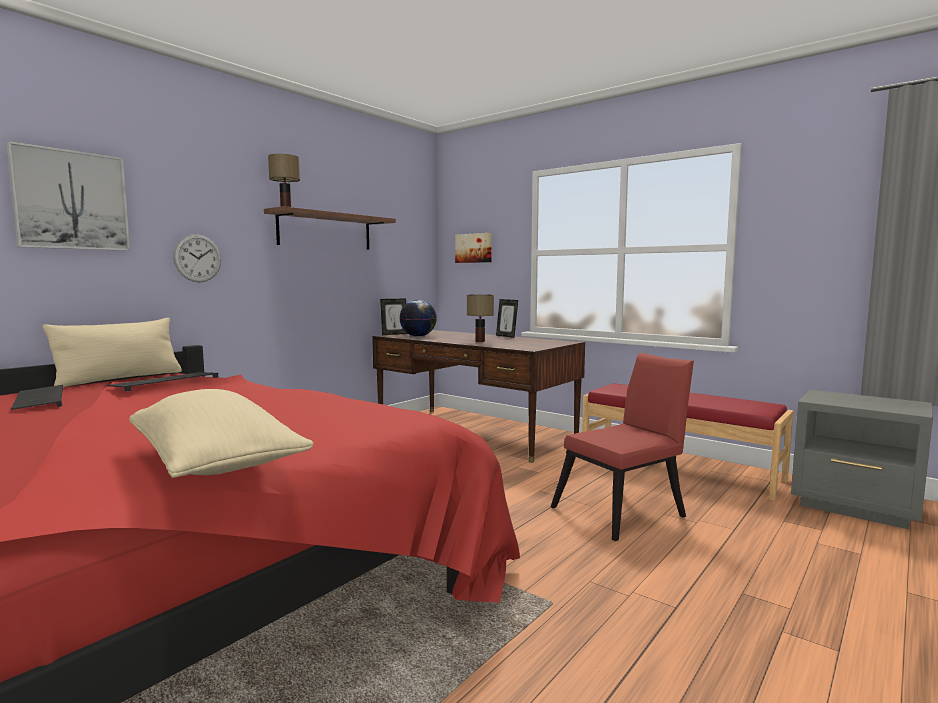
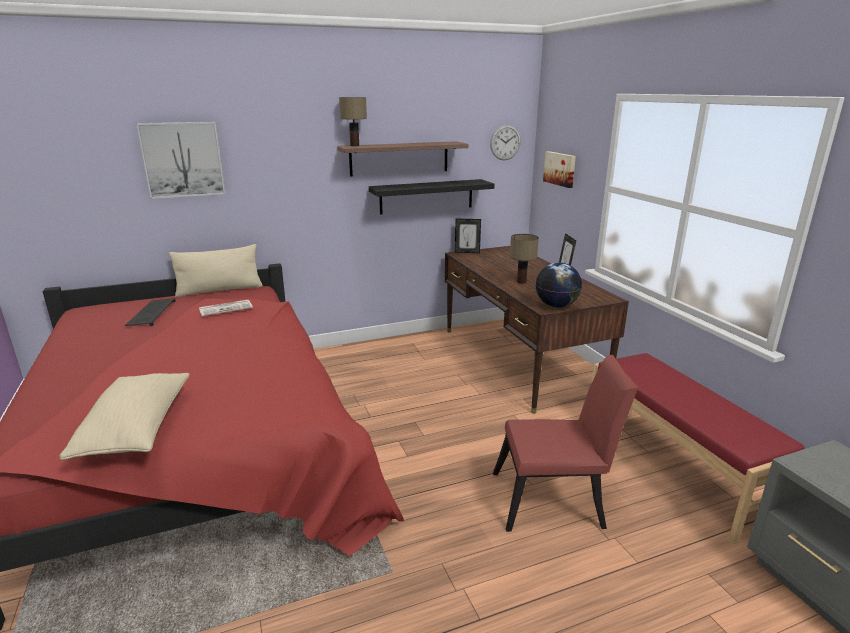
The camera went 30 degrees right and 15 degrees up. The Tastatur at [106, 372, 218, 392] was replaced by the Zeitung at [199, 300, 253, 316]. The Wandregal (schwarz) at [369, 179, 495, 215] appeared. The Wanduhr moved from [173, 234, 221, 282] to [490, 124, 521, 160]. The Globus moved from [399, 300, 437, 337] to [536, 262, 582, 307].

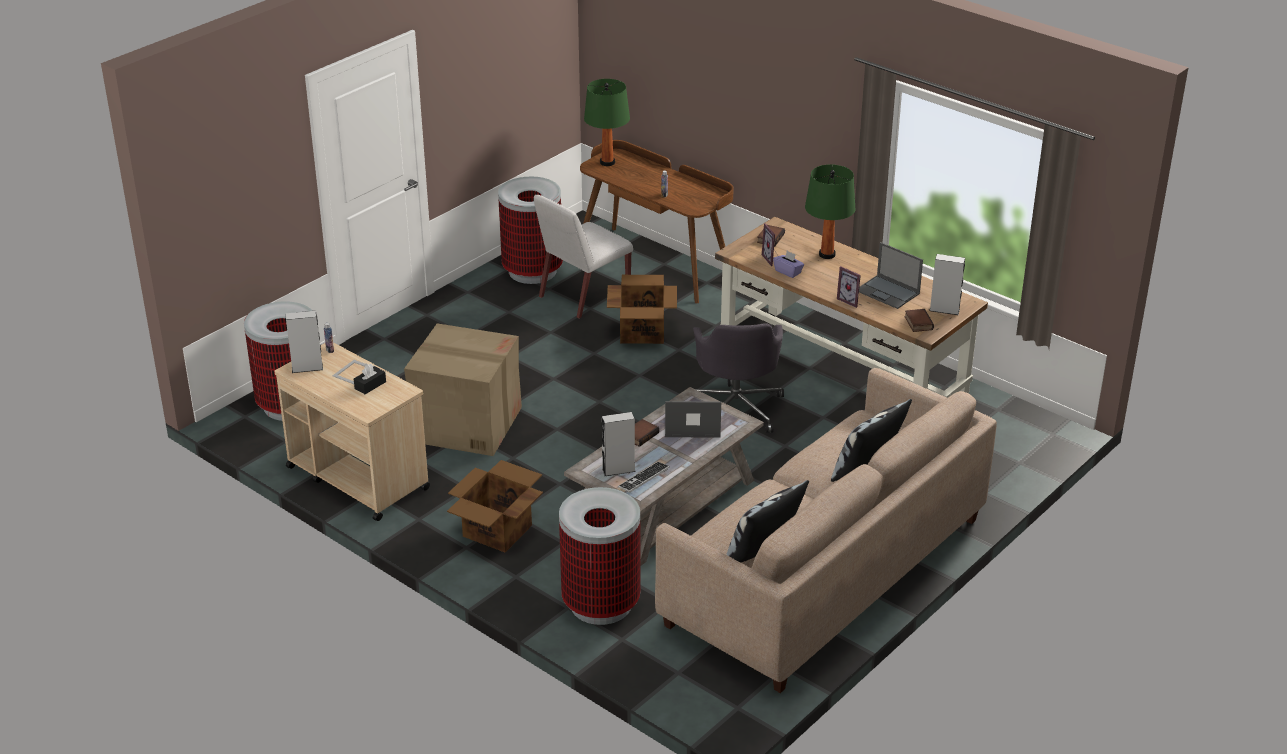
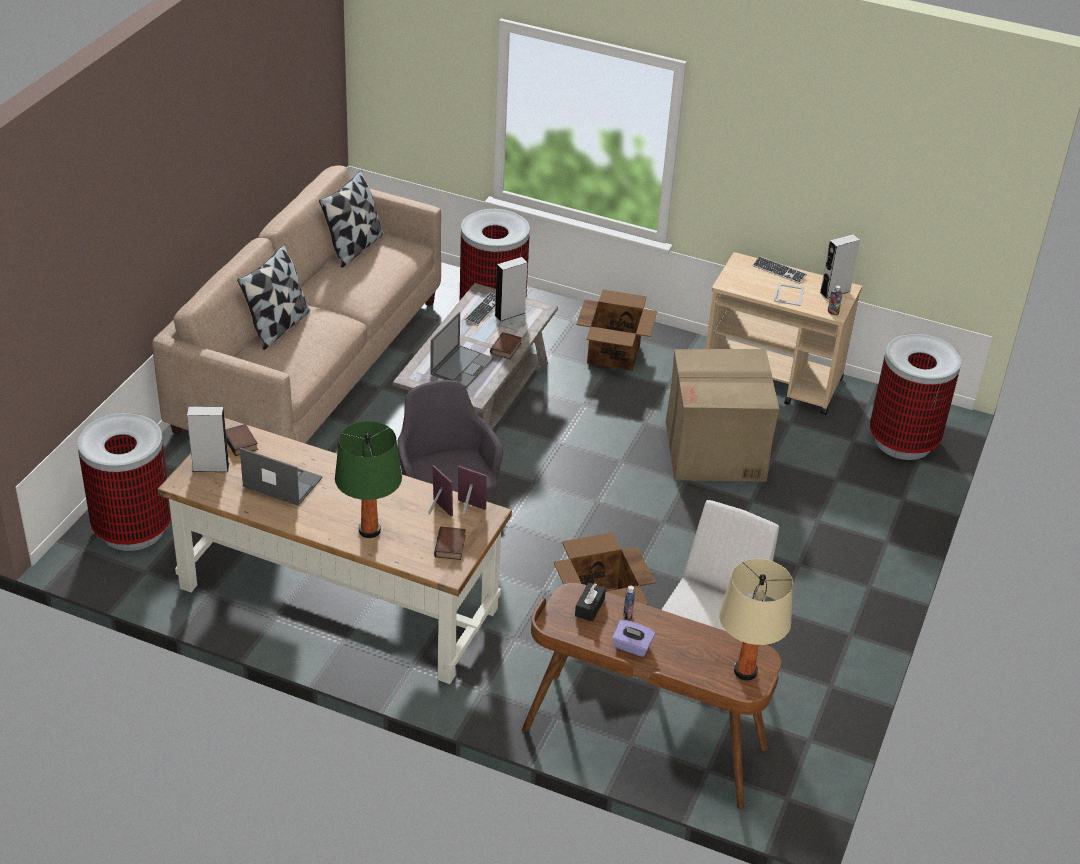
The camera went 160 degrees right and 5 degrees up. The Mülleimer moved from [498, 177, 563, 284] to [77, 413, 171, 551]. The Laptop at [665, 401, 721, 438] turned 45 degrees counterclockwise. The Bilderrahmen moved from [837, 266, 861, 308] to [458, 466, 487, 515]. The Taschentuchbox (schwarz) moved from [354, 364, 386, 394] to [575, 583, 606, 622]. The Taschentuchbox (lila) moved from [773, 251, 804, 278] to [612, 620, 655, 657]. The Tischlampe (grün) at [584, 79, 630, 166] became the Tischlampe (beige) at [719, 559, 793, 680]. The Tastatur at [752, 256, 807, 284] appeared.

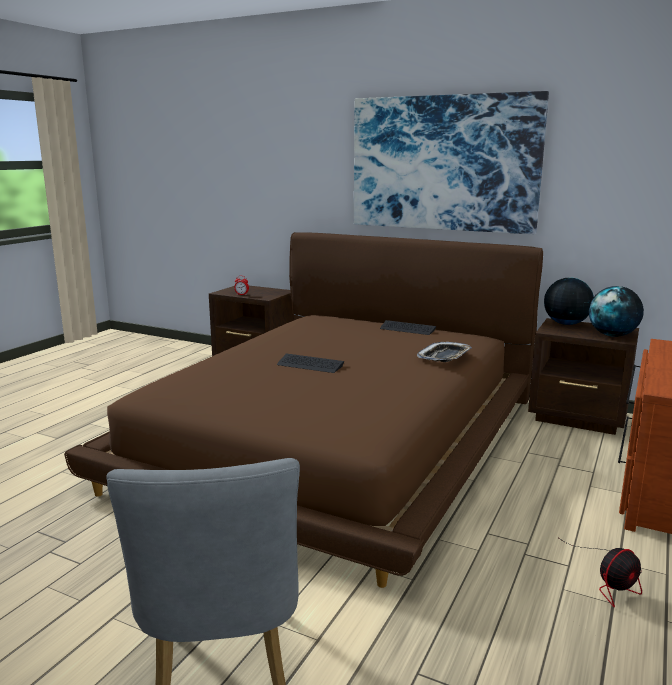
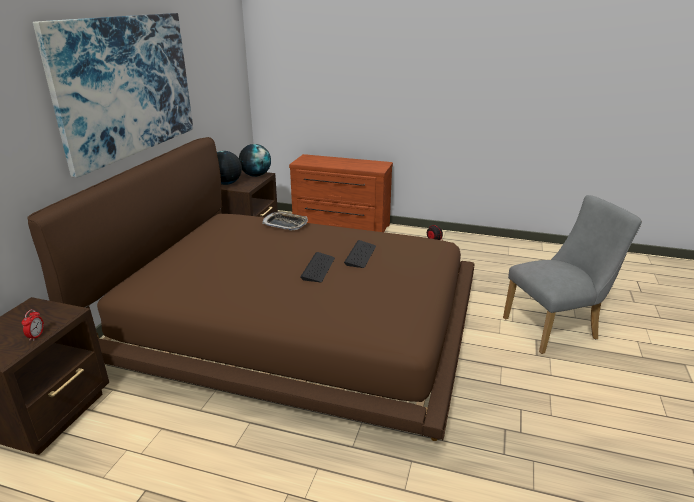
The camera went 100 degrees left and 10 degrees up. The Tastatur moved from [380, 320, 436, 335] to [344, 240, 376, 268].

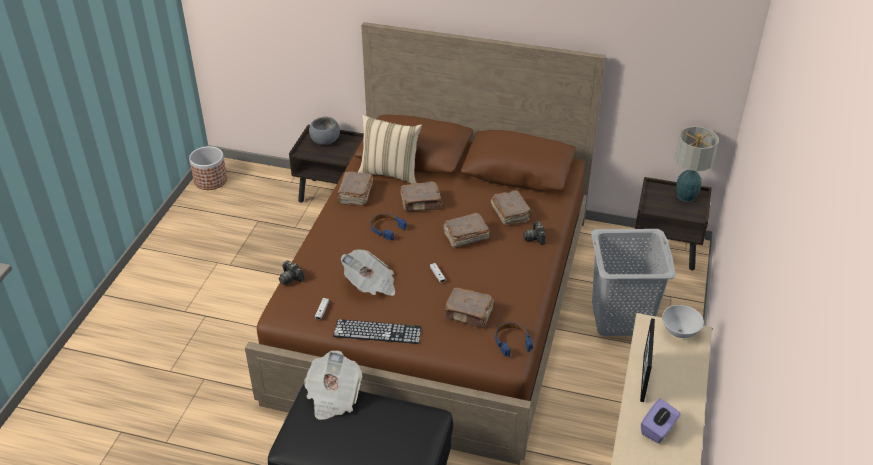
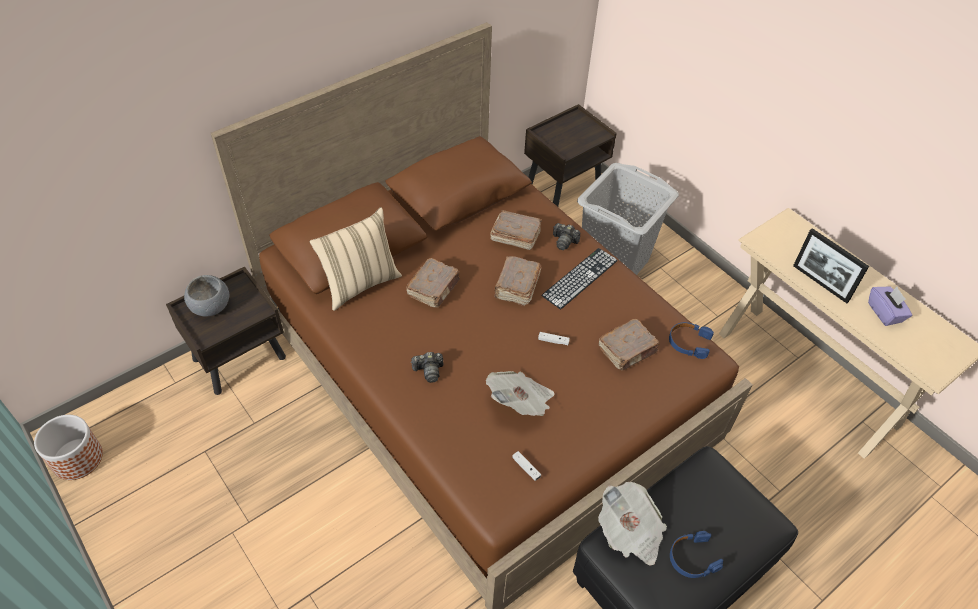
The camera went 55 degrees left and 10 degrees up. The Kamera moved from [279, 260, 304, 285] to [410, 352, 443, 383]. The Tastatur moved from [333, 319, 422, 344] to [541, 248, 618, 310]. The Kopfhörer (blau) moved from [371, 213, 407, 240] to [670, 531, 723, 578]. The Buch (braun) at [337, 171, 373, 207] disappeared. The Schüssel (weiß) at [662, 305, 704, 338] disappeared. The Tischlampe at [675, 126, 719, 202] disappeared.

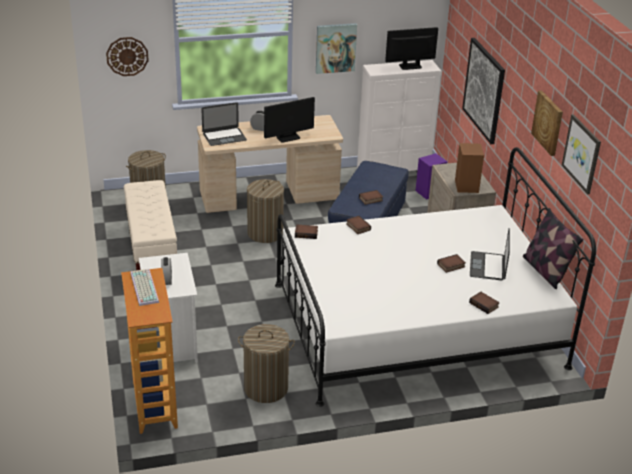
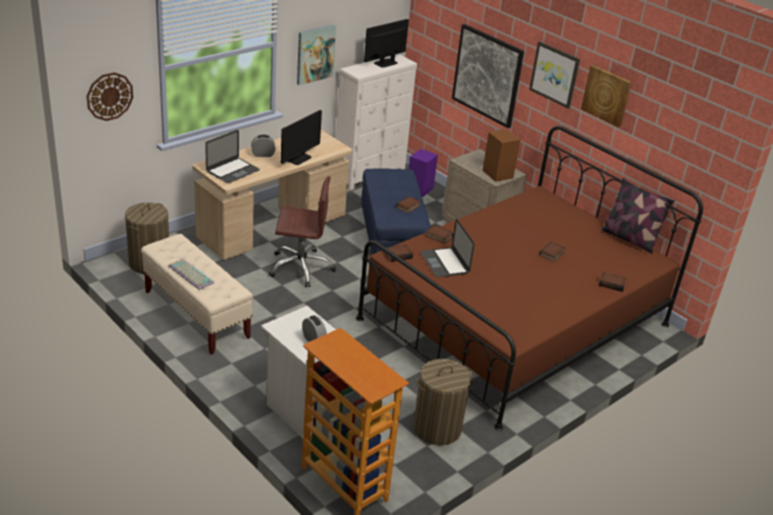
The camera went 30 degrees left and 0 degrees up. The Tastatur moved from [130, 269, 159, 306] to [168, 258, 214, 290]. The Wäschekorb at [247, 179, 284, 243] was replaced by the Bürostuhl (braun) at [269, 176, 336, 287]. The Bett (weiß) at [275, 147, 596, 407] became the Bett (braun) at [356, 126, 703, 431]. The Laptop moved from [470, 229, 510, 281] to [420, 219, 475, 277]. The Bild moved from [562, 114, 601, 194] to [529, 41, 580, 109].

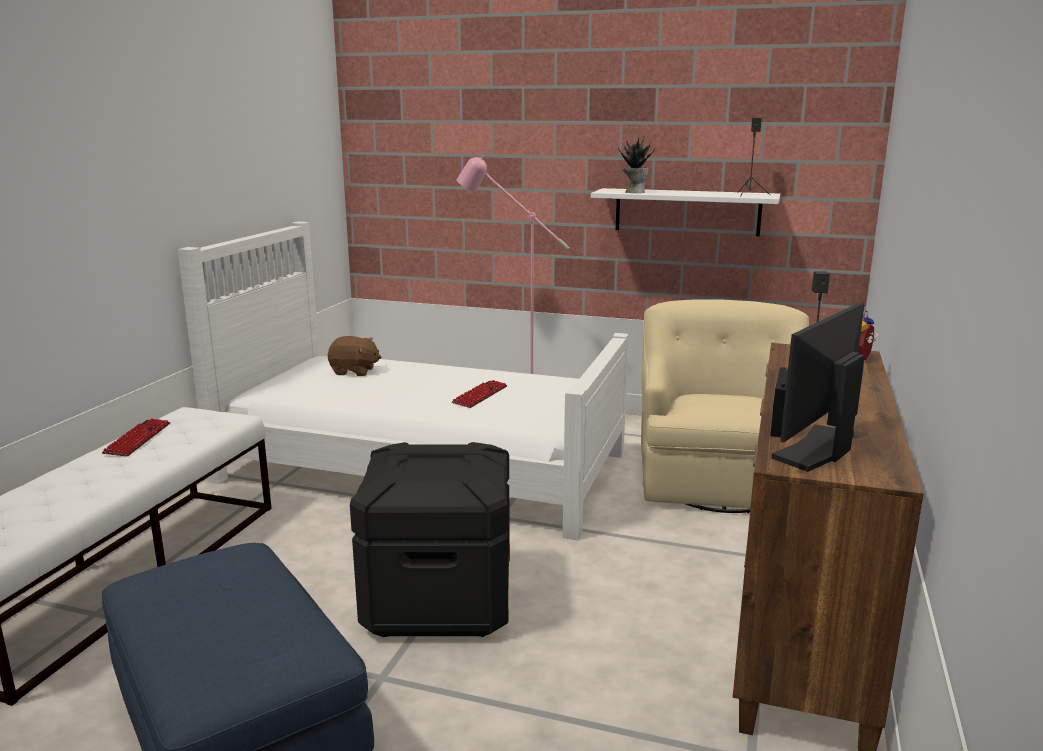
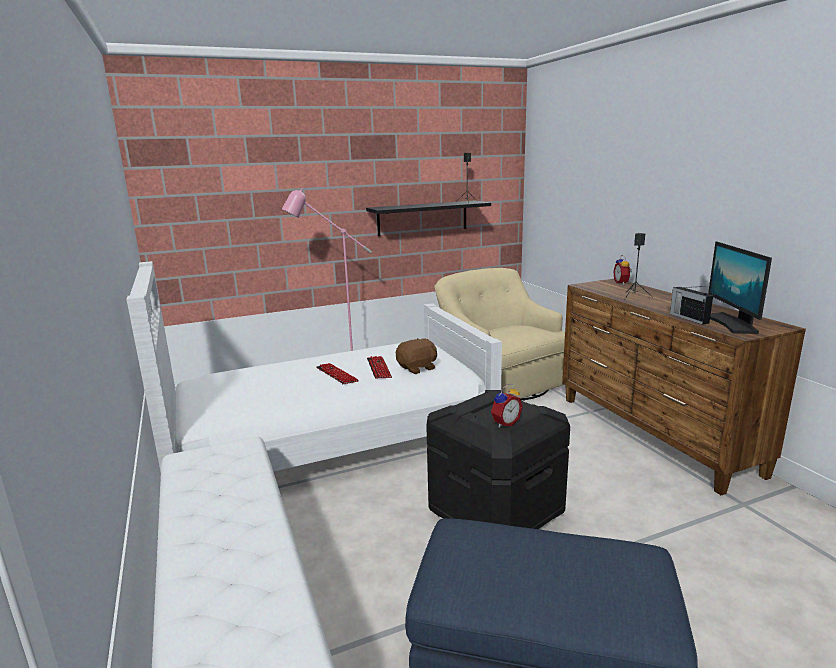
The camera went 40 degrees left and 0 degrees up. The Tastatur moved from [102, 418, 170, 456] to [316, 363, 359, 384]. The Wandregal (weiß) at [591, 188, 780, 236] became the Wandregal (schwarz) at [366, 201, 491, 236]. The Plüschtier (braun) moved from [328, 336, 381, 376] to [396, 338, 437, 374]. The Wecker at [491, 384, 523, 428] appeared. The Topfpflanze at [618, 137, 655, 193] disappeared.

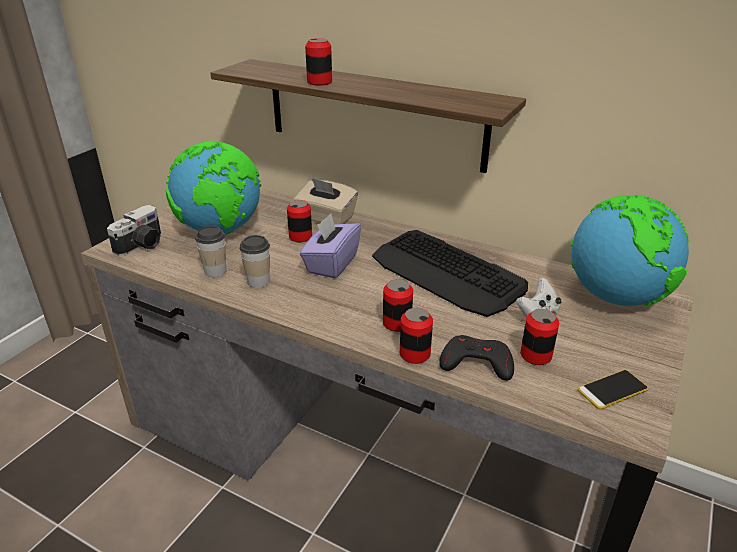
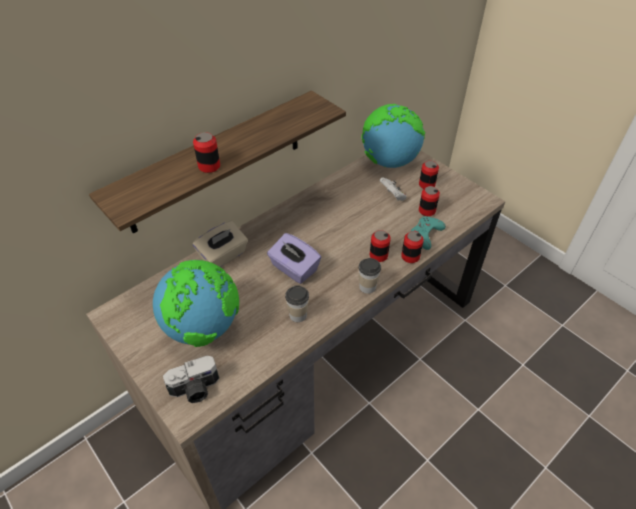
The camera went 70 degrees left and 15 degrees up. The Kamera at [107, 205, 161, 256] turned 105 degrees clockwise. The Tasse moved from [195, 226, 226, 277] to [359, 258, 381, 294]. The Gamepad (schwarz) at [439, 335, 514, 380] became the Gamepad (türkis) at [411, 216, 446, 250]. The Dose moved from [287, 200, 312, 242] to [419, 161, 439, 189]. The Tastatur at [372, 230, 528, 317] disappeared. The Handy at [578, 370, 649, 410] disappeared.

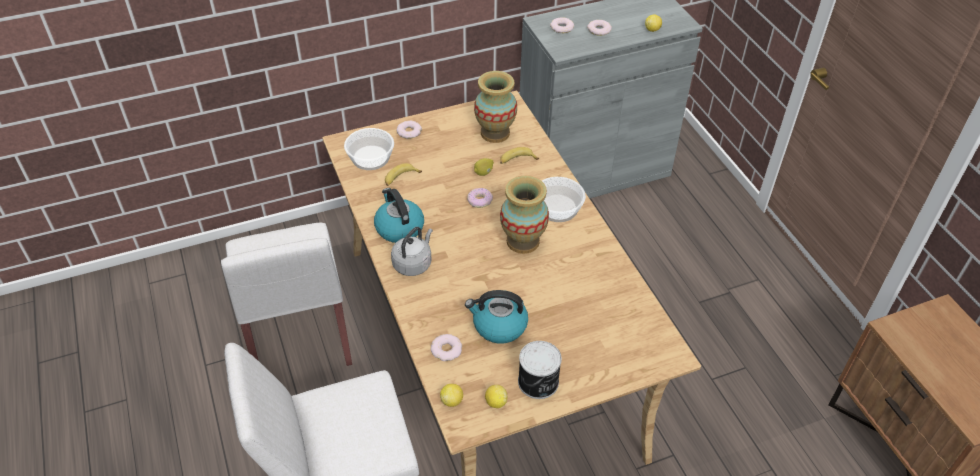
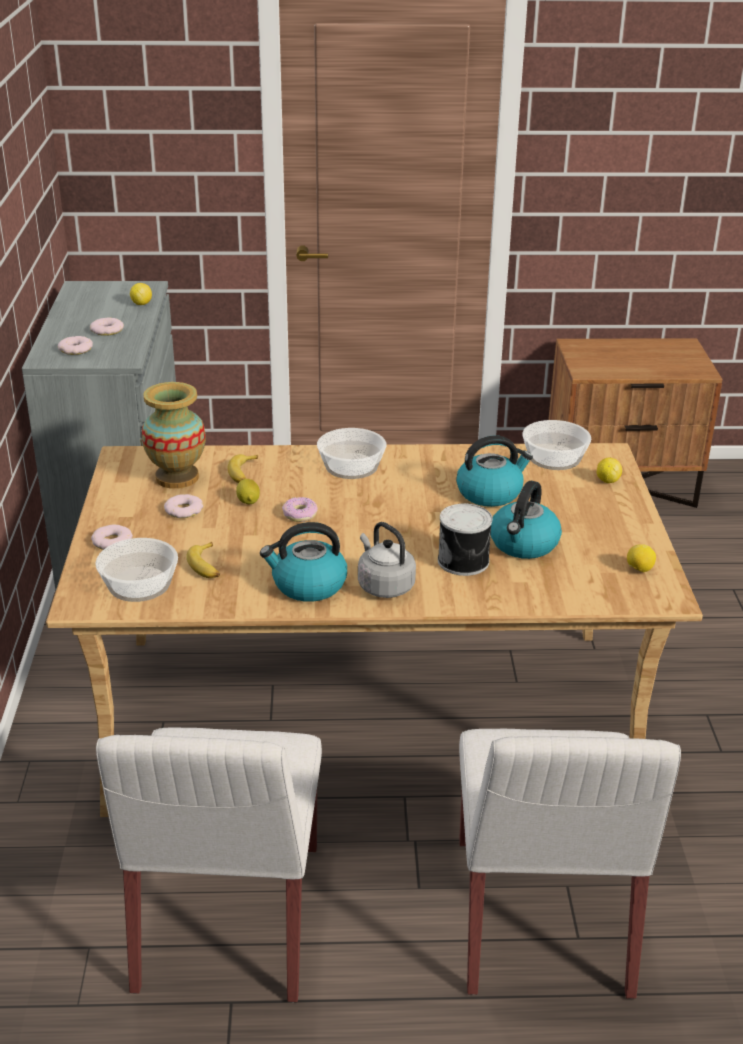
The camera went 70 degrees left and 15 degrees down. The Stuhl (weiß) at [221, 223, 352, 366] turned 90 degrees clockwise. The Donut moved from [430, 334, 462, 361] to [164, 494, 203, 518]. The Dose moved from [518, 341, 562, 399] to [438, 504, 493, 576]. The Wasserkessel at [456, 435, 533, 507] appeared. The Schüssel at [522, 420, 591, 470] appeared. The Zitrone moved from [440, 384, 463, 407] to [597, 458, 622, 483]. The Vase at [500, 176, 549, 254] disappeared.

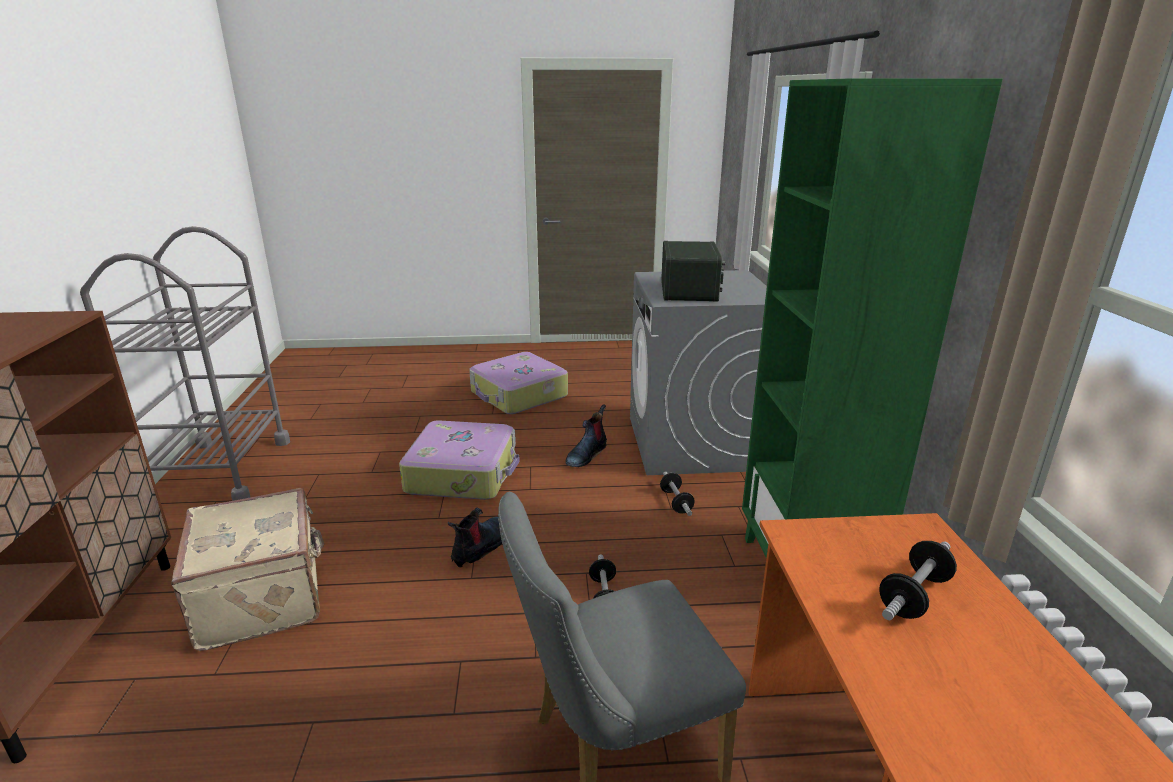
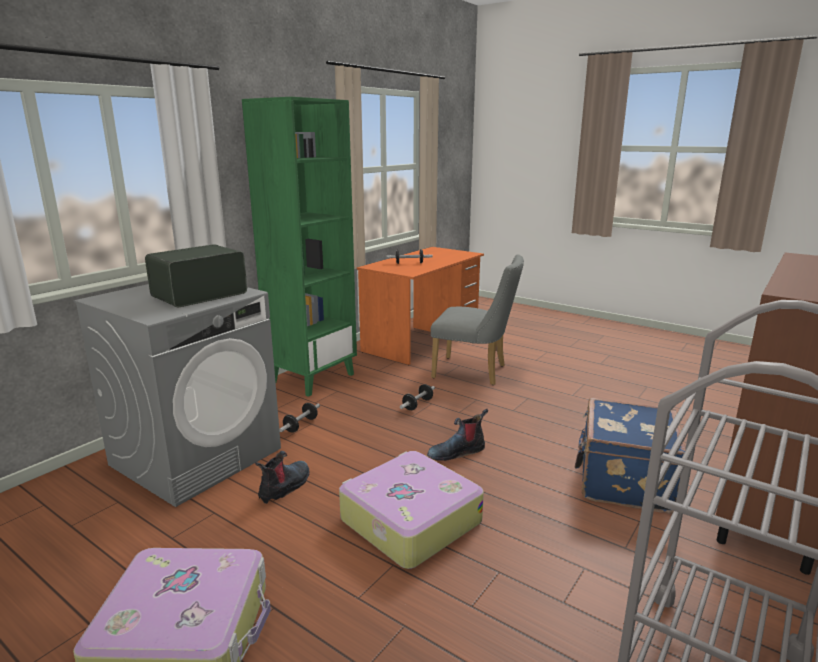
The camera went 140 degrees left and 5 degrees down. The Stiefel at [565, 404, 607, 467] turned 45 degrees counterclockwise. The Koffer (beige) at [171, 488, 324, 651] became the Koffer (blau) at [575, 398, 686, 514].

